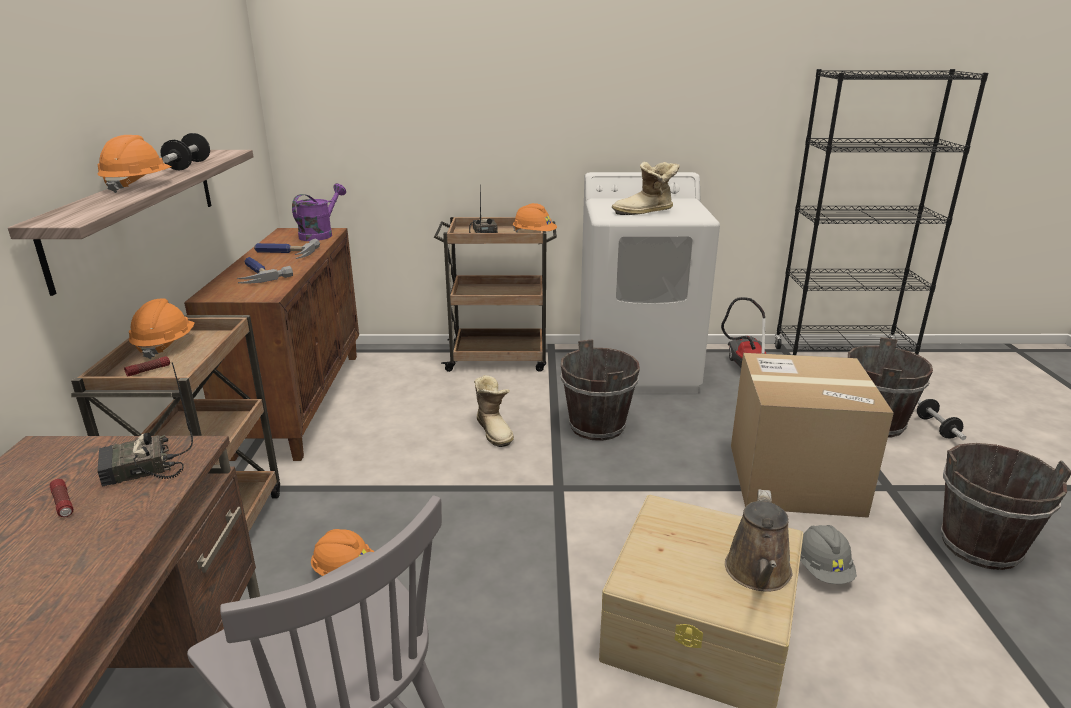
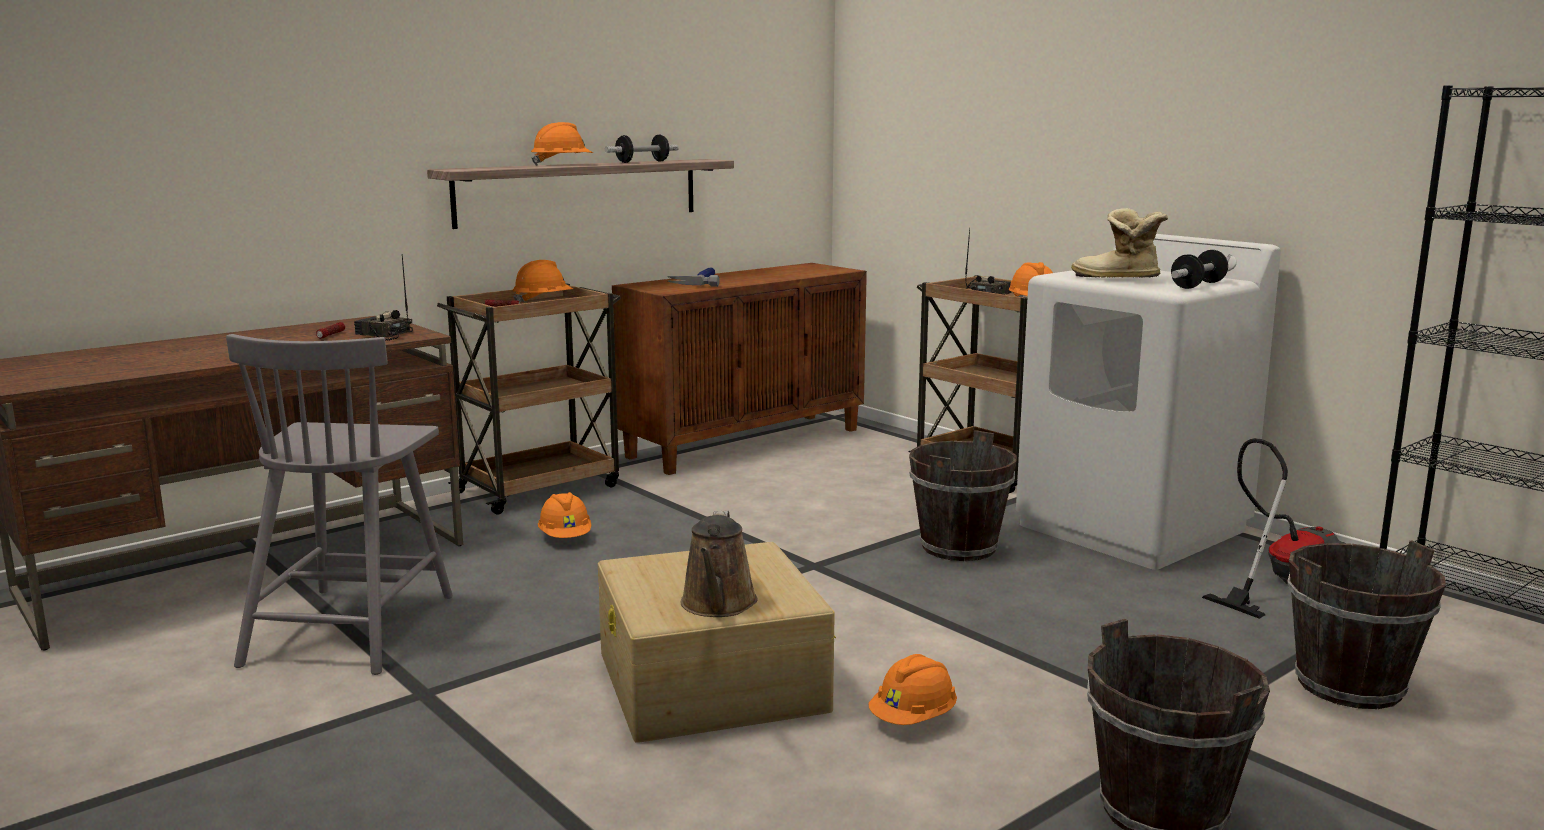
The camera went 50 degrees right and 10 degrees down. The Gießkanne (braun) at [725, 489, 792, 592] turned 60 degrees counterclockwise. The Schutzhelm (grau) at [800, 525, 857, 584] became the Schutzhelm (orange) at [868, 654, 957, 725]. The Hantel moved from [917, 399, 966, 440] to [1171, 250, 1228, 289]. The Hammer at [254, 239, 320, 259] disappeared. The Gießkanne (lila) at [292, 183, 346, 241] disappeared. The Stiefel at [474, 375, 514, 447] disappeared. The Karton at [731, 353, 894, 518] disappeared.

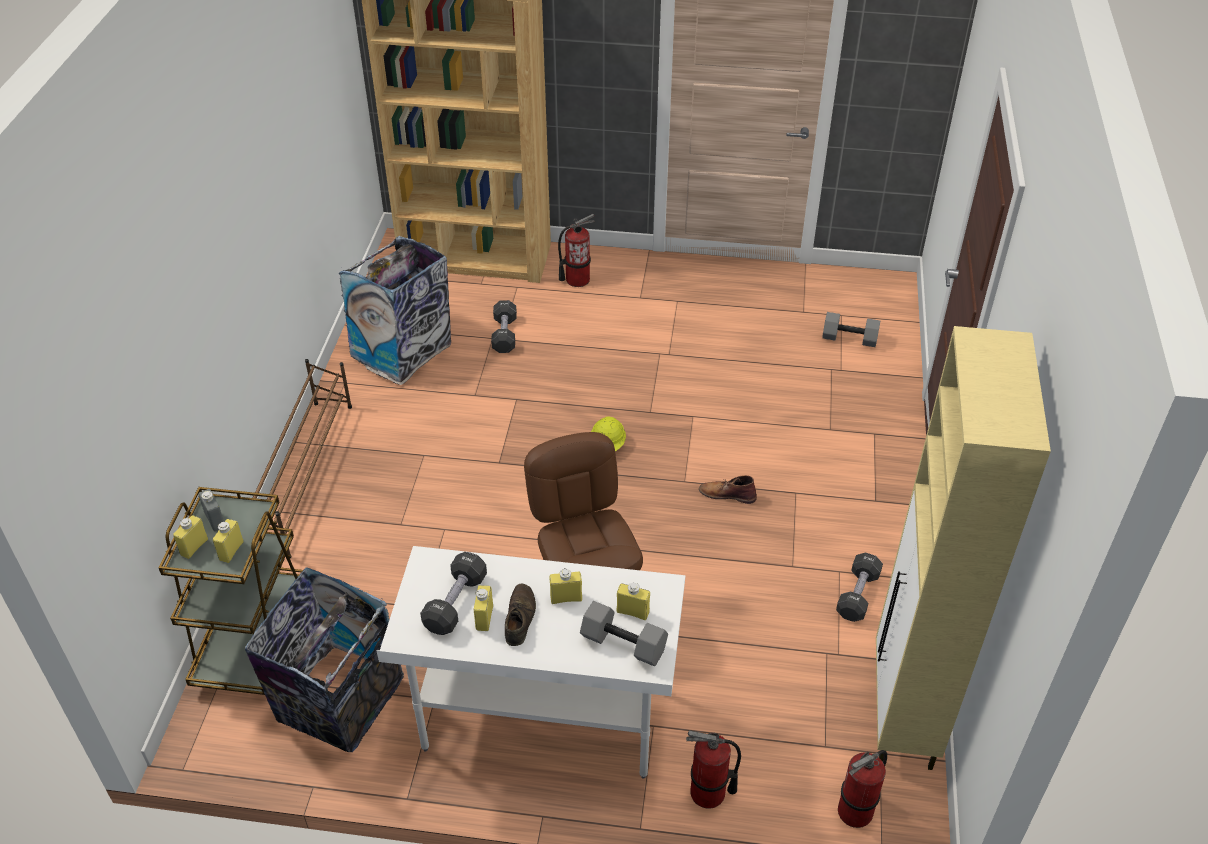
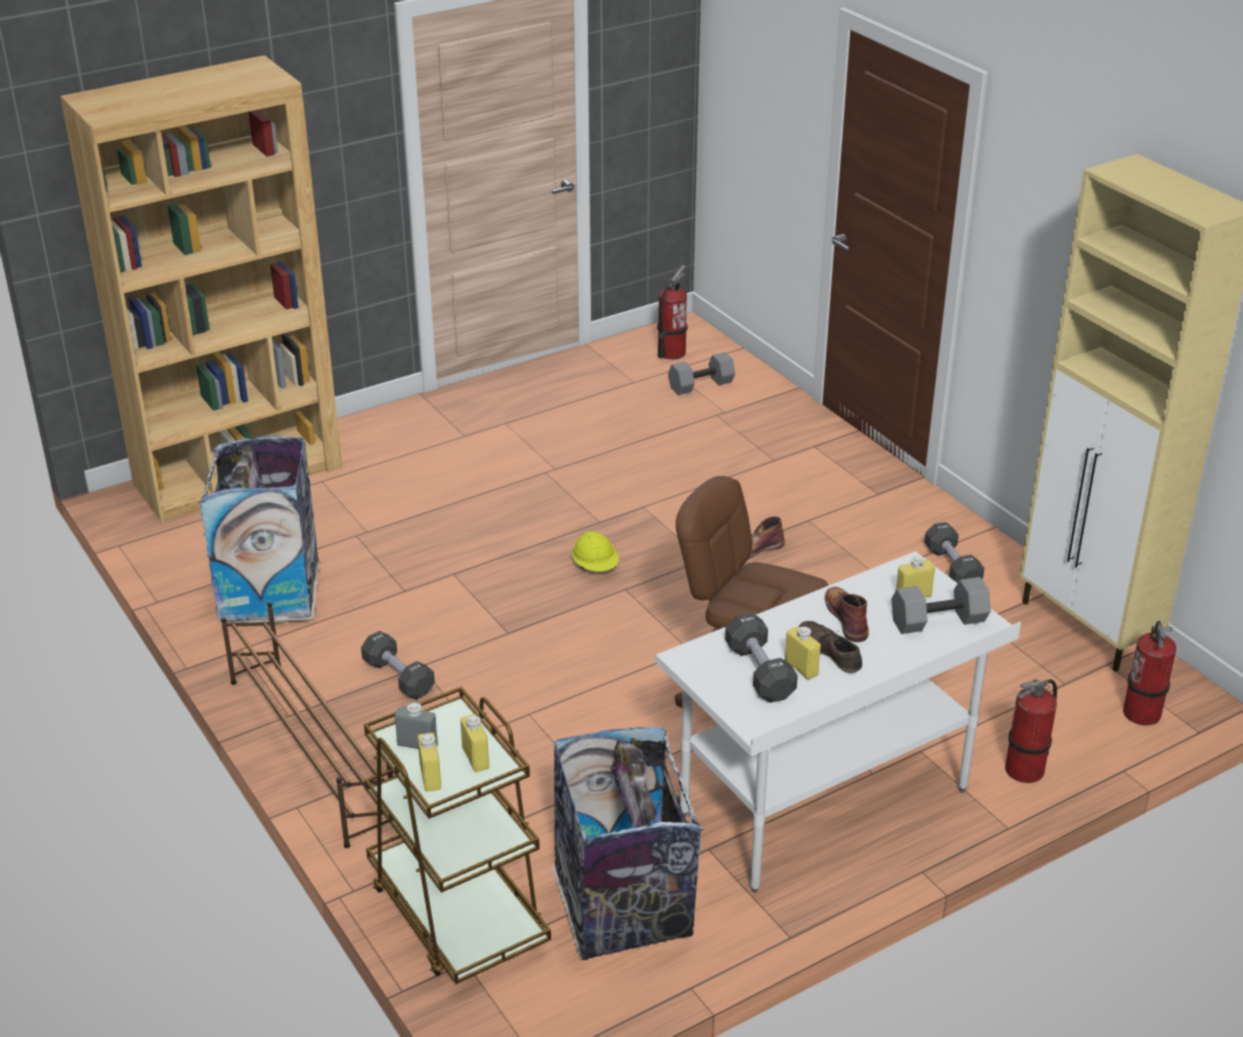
The camera went 40 degrees left and 10 degrees down. The Hantel (schwarz) moved from [491, 300, 517, 353] to [361, 631, 435, 700]. The Feuerlöscher moved from [558, 214, 595, 287] to [657, 265, 688, 360]. The Flasche (gelb) at [549, 568, 582, 604] was replaced by the Stiefel (braun) at [825, 587, 869, 642].

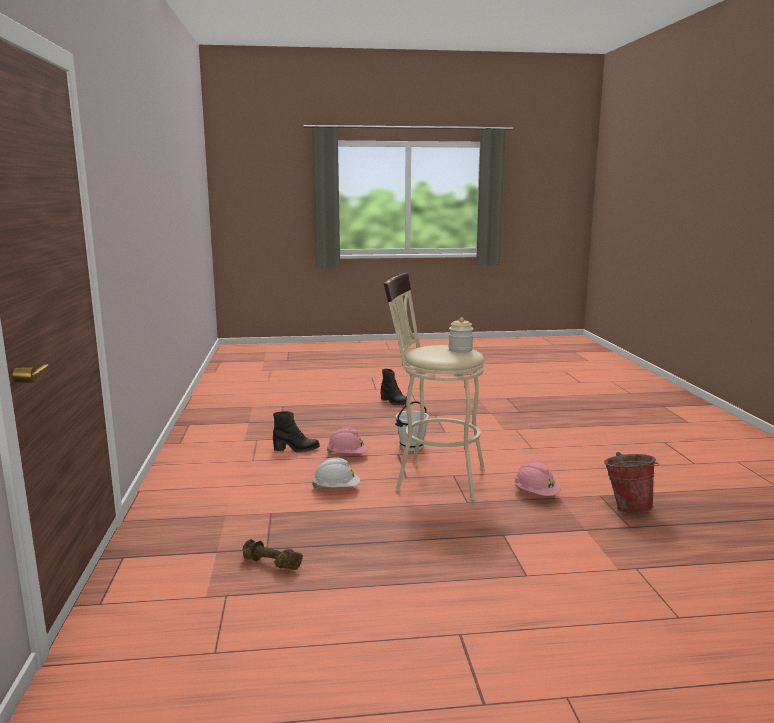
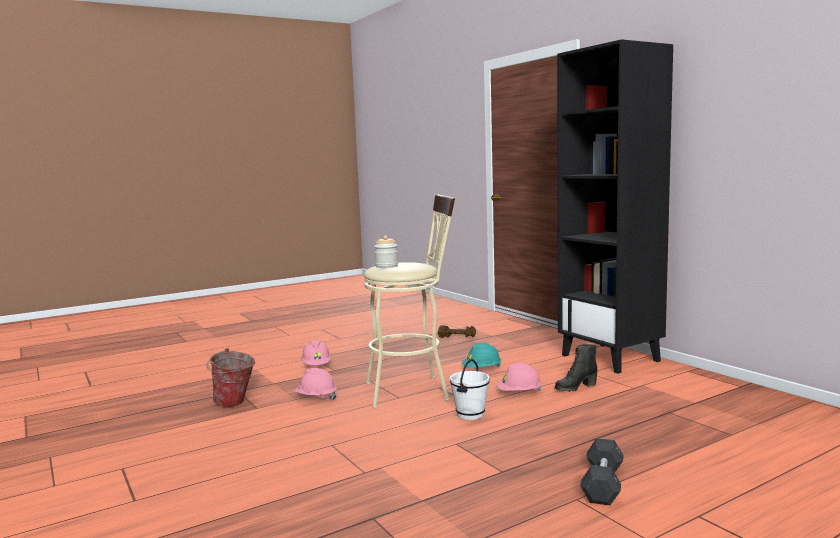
The camera went 155 degrees right and 5 degrees down. The Schutzhelm (rosa) at [301, 340, 331, 365] appeared. The Schutzhelm (weiß) at [312, 457, 360, 489] became the Schutzhelm (türkis) at [462, 343, 501, 368]. The Bücherregal (schwarz) at [557, 39, 673, 374] appeared. The Stiefel (schwarz) at [381, 369, 407, 405] was replaced by the Hantel (grau) at [580, 438, 624, 505].

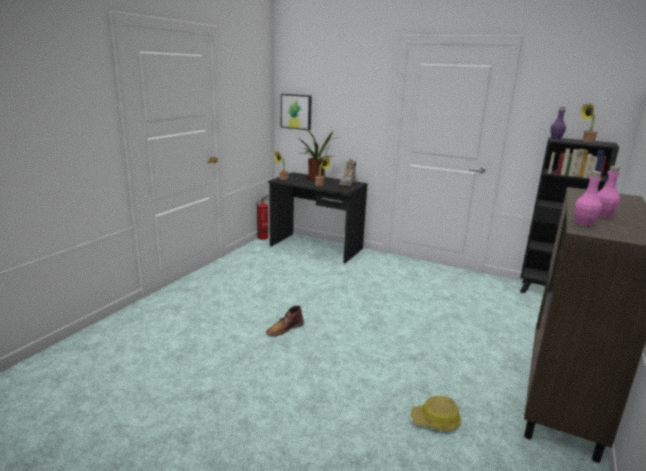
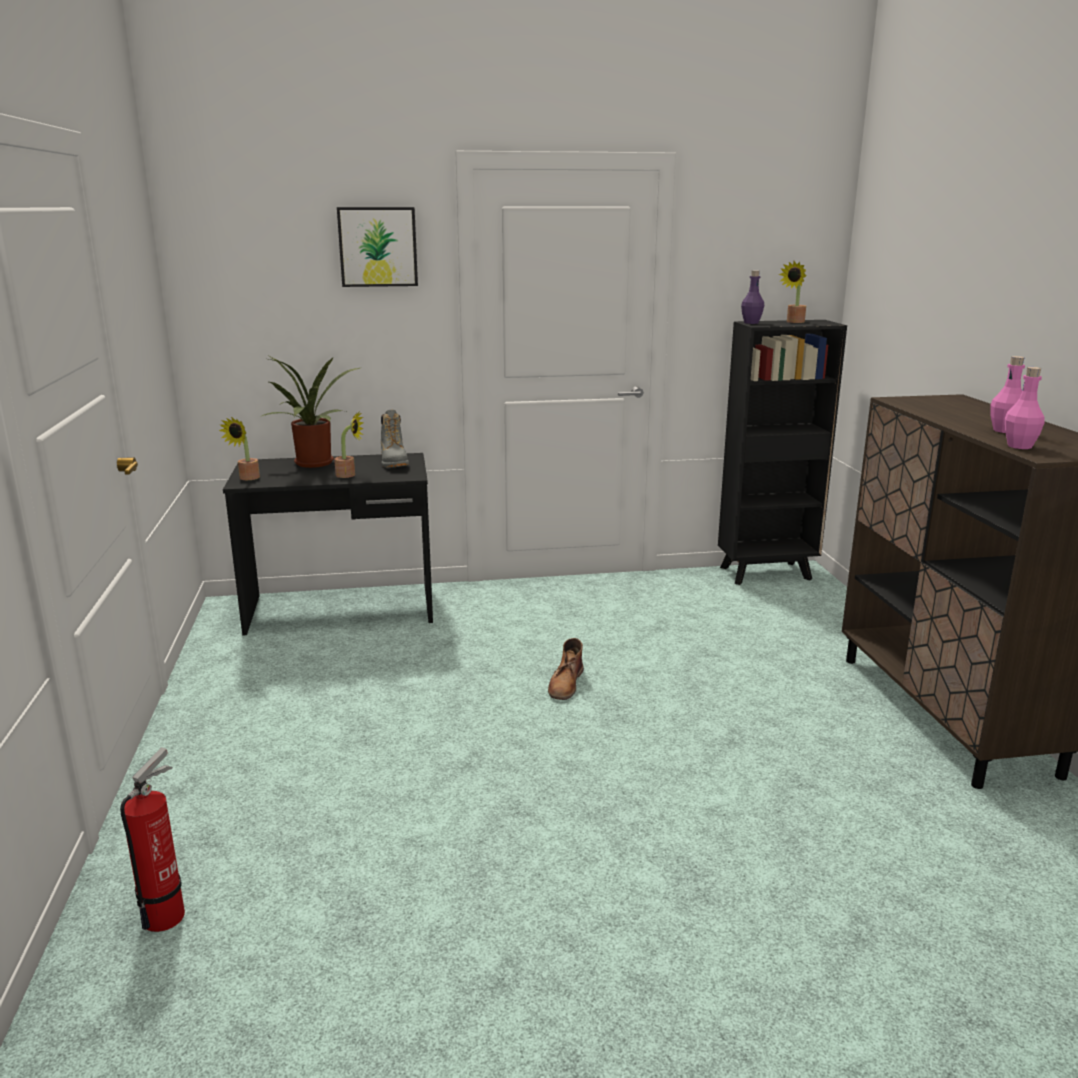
The camera went 35 degrees left and 0 degrees up. The Feuerlöscher moved from [256, 194, 270, 240] to [120, 747, 185, 932]. The Bild moved from [281, 94, 312, 130] to [337, 207, 418, 287]. The Stiefel (braun) moved from [266, 305, 304, 336] to [548, 638, 584, 700]. The Schutzhelm at [411, 396, 461, 431] disappeared.

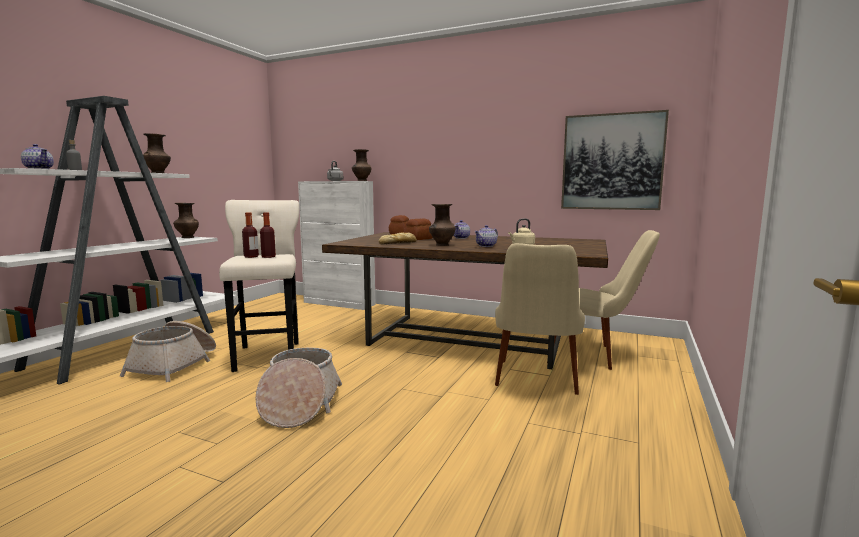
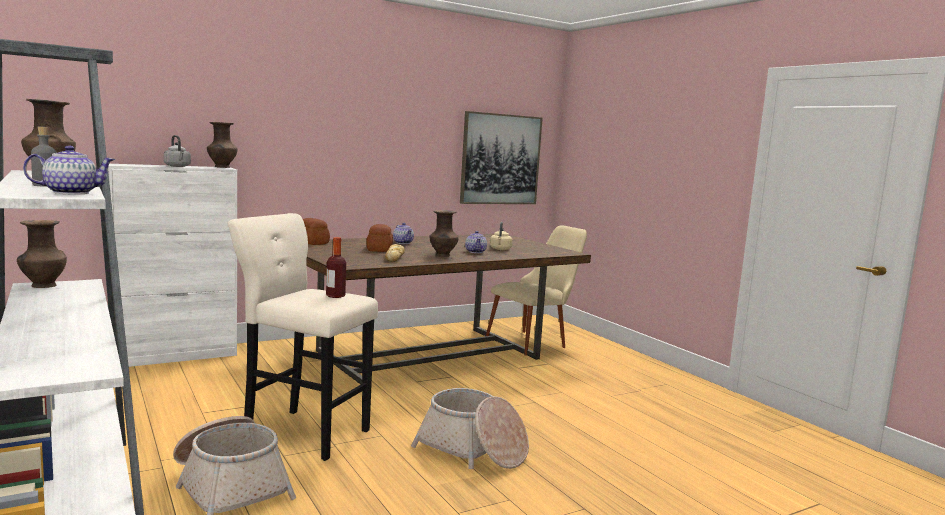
The camera went 55 degrees left and 0 degrees up. The Flasche at [242, 212, 259, 258] disappeared. The Stuhl (beige) at [495, 243, 585, 395] disappeared.

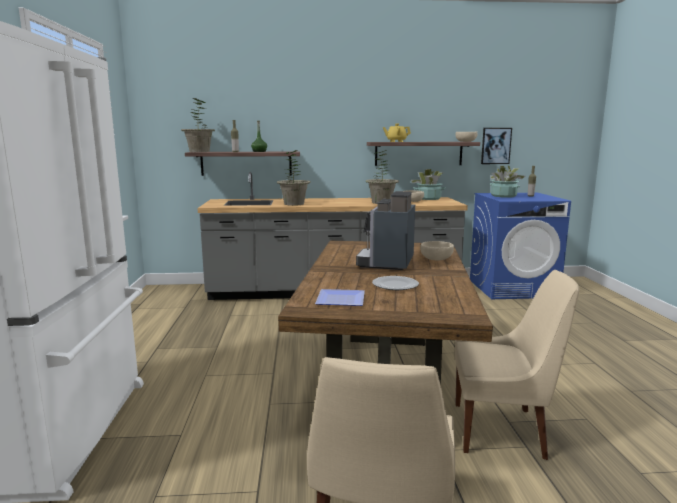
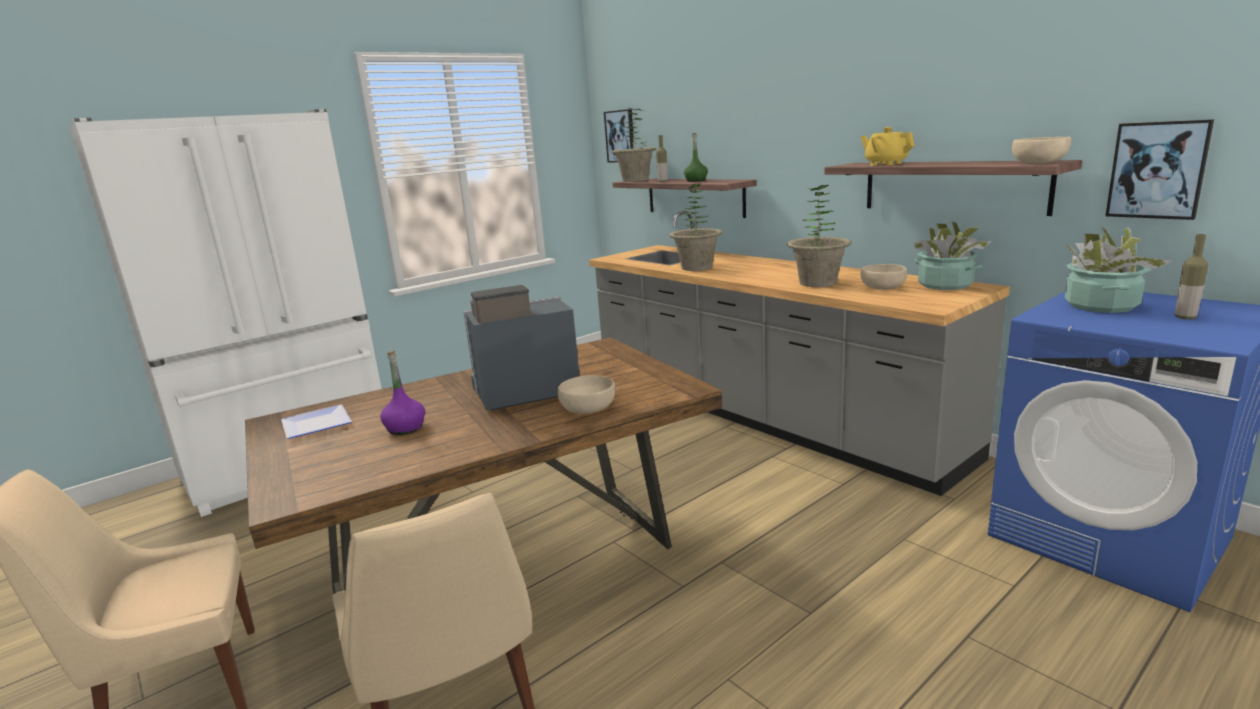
The camera went 55 degrees right and 5 degrees up. The Teller at [372, 276, 419, 290] was replaced by the Flasche (lila) at [380, 351, 425, 435]. The Bild at [604, 109, 634, 162] appeared.

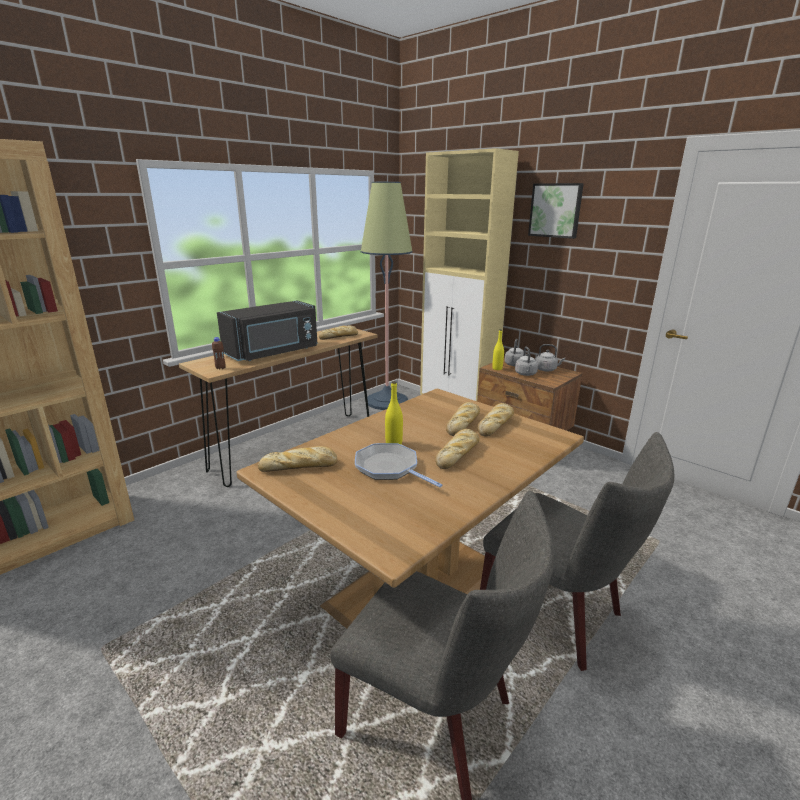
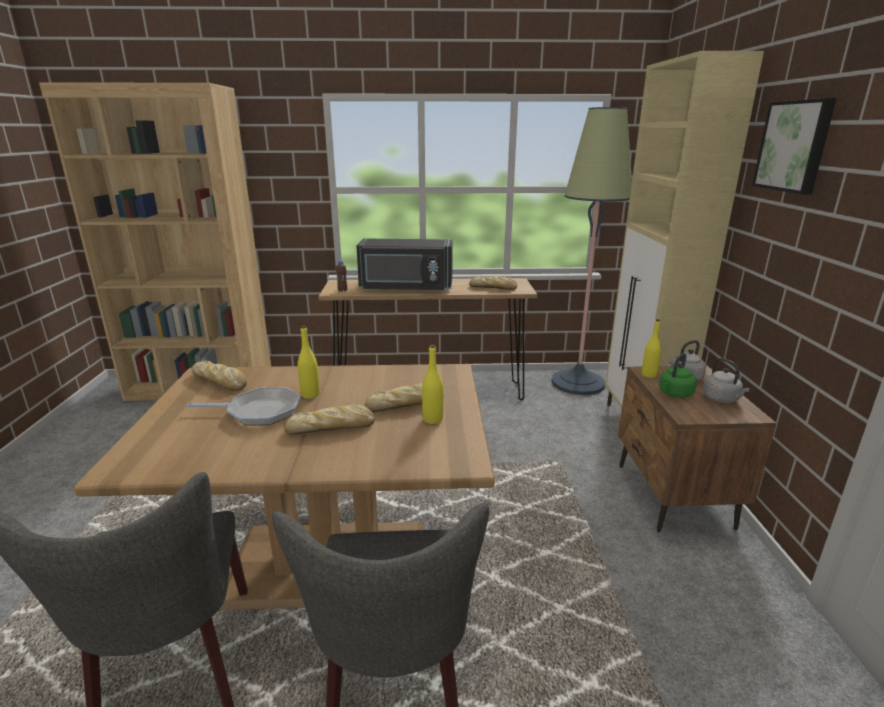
The camera went 45 degrees right and 0 degrees up. The Pfanne at [355, 443, 442, 487] turned 90 degrees clockwise. The Brot at [477, 403, 514, 437] was replaced by the Flasche (gelb) at [422, 345, 444, 424]. The Wasserkessel (grau) at [515, 347, 538, 376] became the Wasserkessel (grün) at [659, 353, 697, 398].

